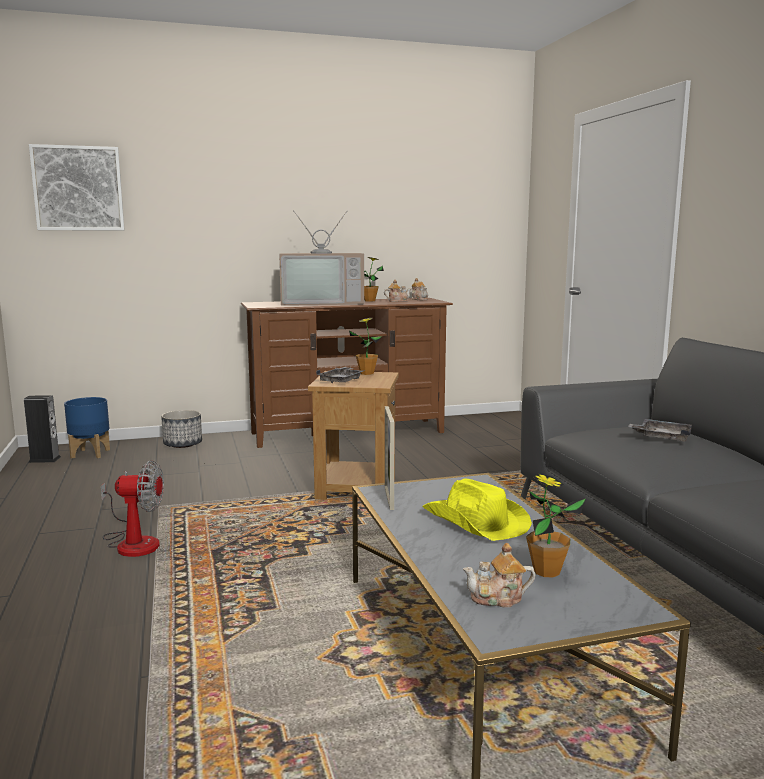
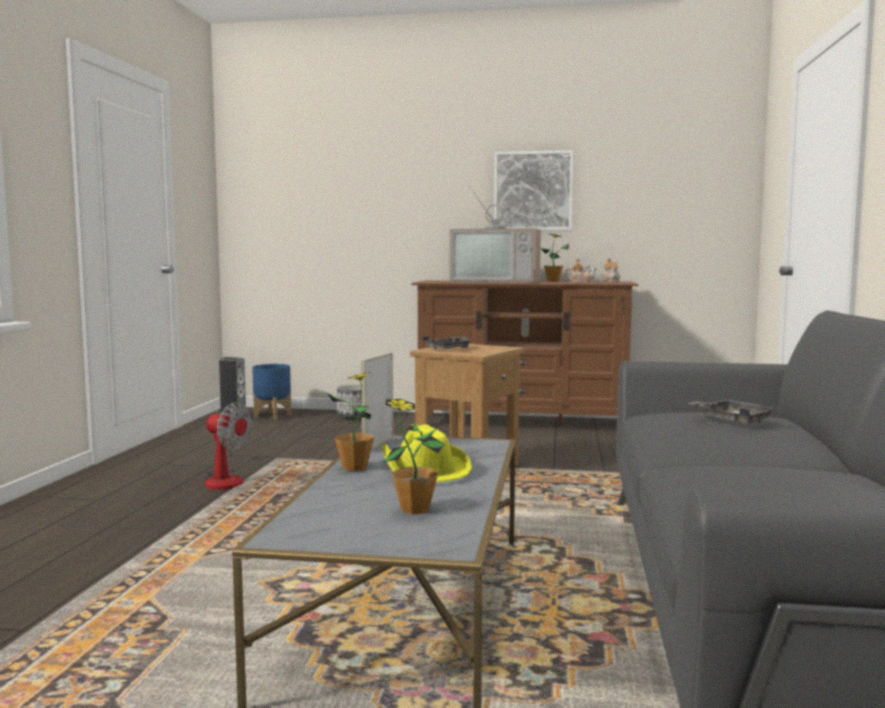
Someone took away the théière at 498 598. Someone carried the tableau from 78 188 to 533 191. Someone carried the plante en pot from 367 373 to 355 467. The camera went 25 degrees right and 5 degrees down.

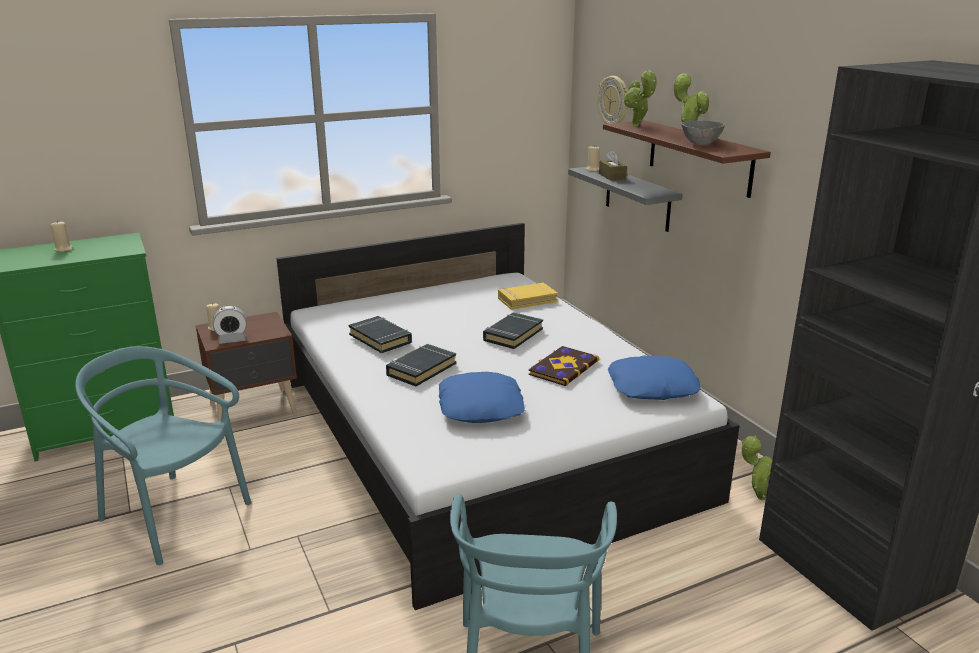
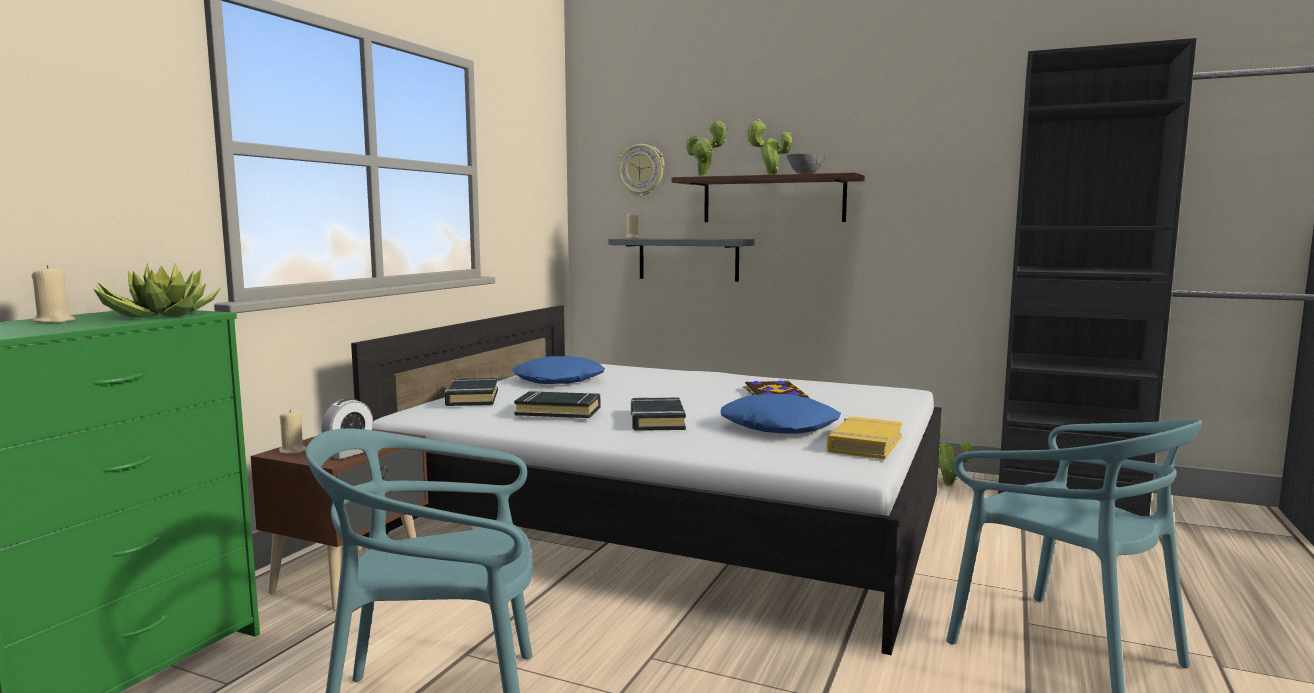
Someone took away the boîte à mouchoirs (marron) at 612 176. Someone put down the plante en pot at 156 315. Someone carried the livre (noir) from 512 334 to 472 398. Someone carried the livre (jaune) from 527 300 to 864 444. Someone carried the coussin (bleu) from 652 387 to 559 380. The camera went 40 degrees left and 15 degrees down.

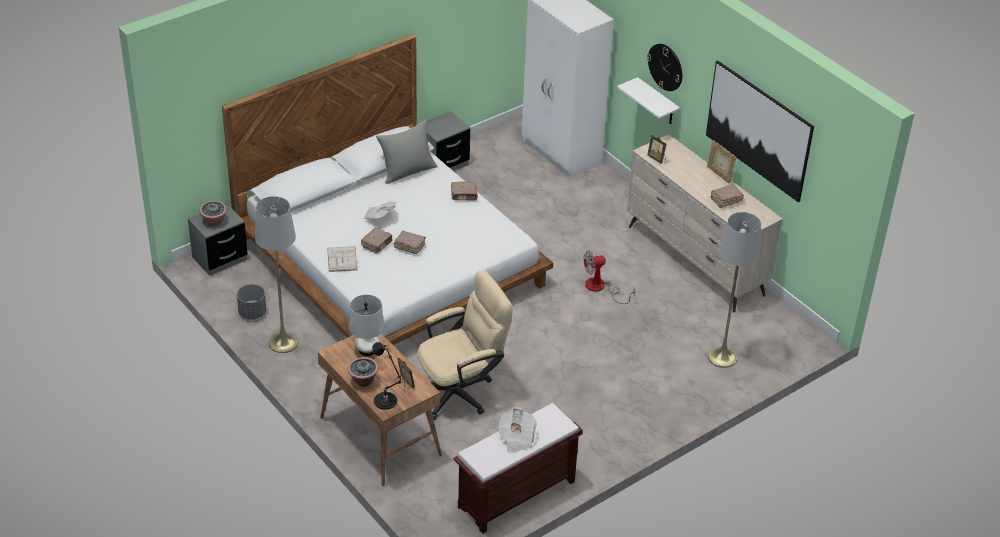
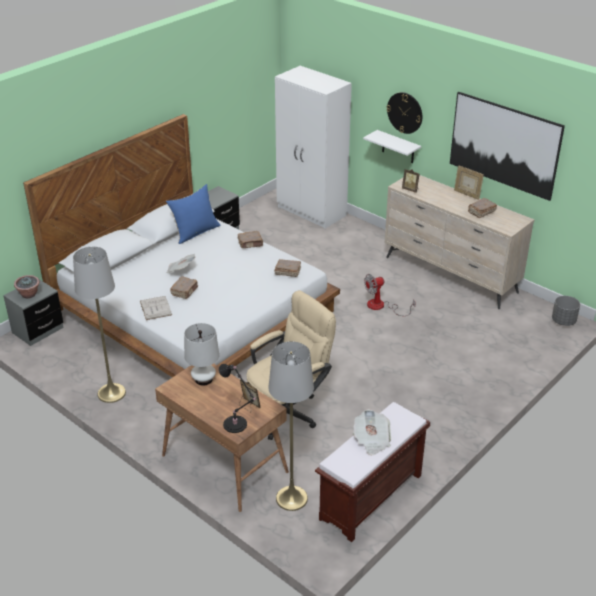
Someone took away the plante en pot at 363 381. Someone carried the cache-pot (gris) from 252 313 to 563 321. Someone carried the livre (marron) from 409 246 to 287 272. Someone carried the lampadaire (gris) from 722 357 to 291 498. Someone repainted the coussin (gris) at 407 171, which became the coussin (bleu) at 195 232. The camera went 10 degrees left and 5 degrees down.

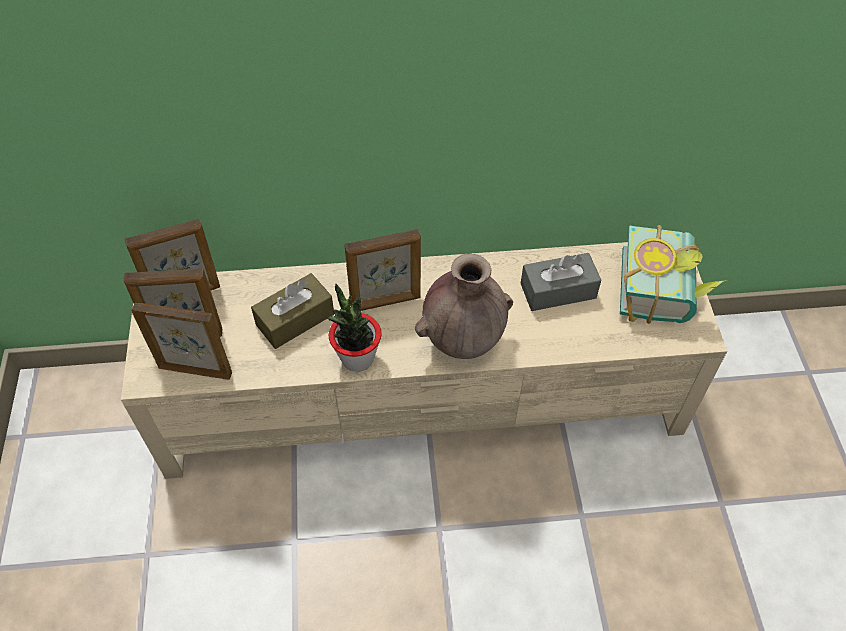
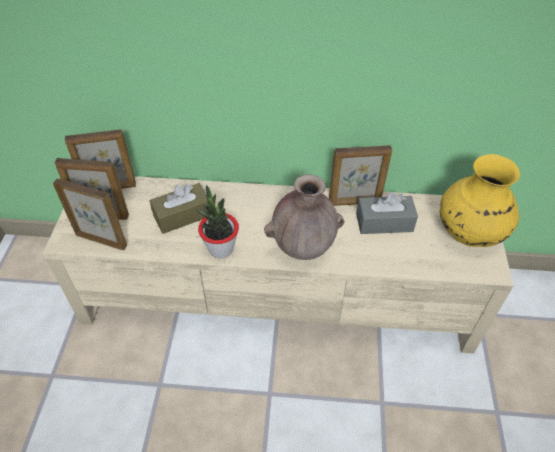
Someone carried the cadre photo from 386 302 to 354 202. Someone swapped the livre at 664 290 for the vase (jaune) at 468 233. The camera went 10 degrees right and 5 degrees down.

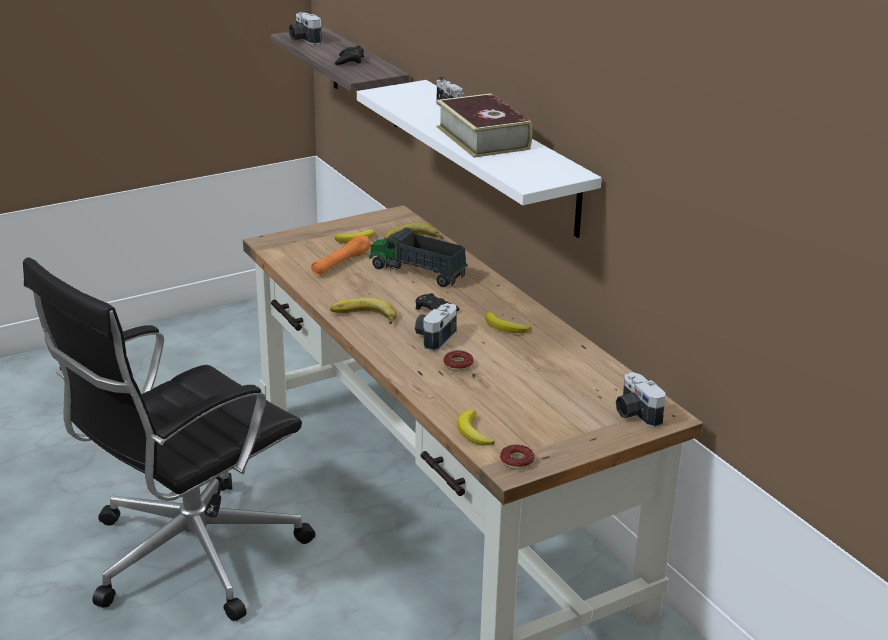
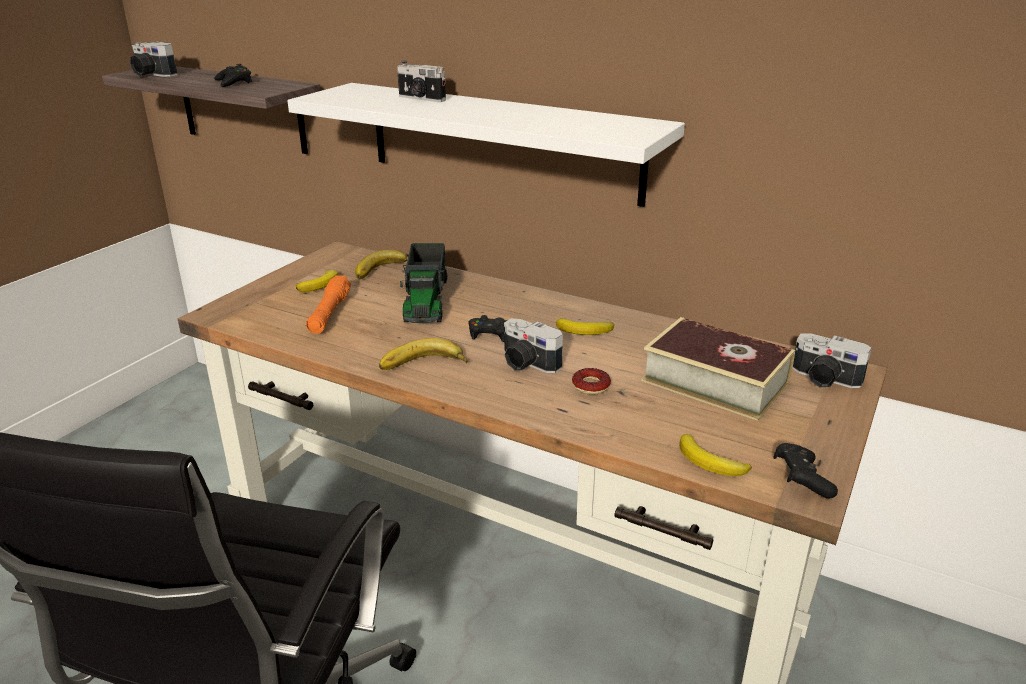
Someone carried the livre from 483 138 to 715 382. Someone swapped the beignet at 517 461 for the manette (noir) at 801 480. Someone rotated the camion jouet at 417 272 by 90 degrees counterclockwise. Someone rotated the appareil photo at 433 337 by 45 degrees counterclockwise. The camera went 30 degrees left and 0 degrees up.

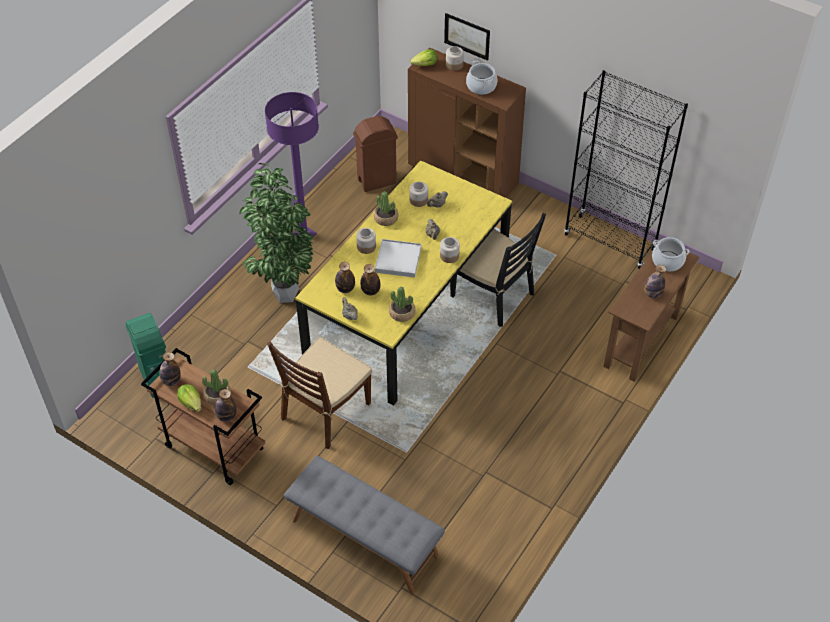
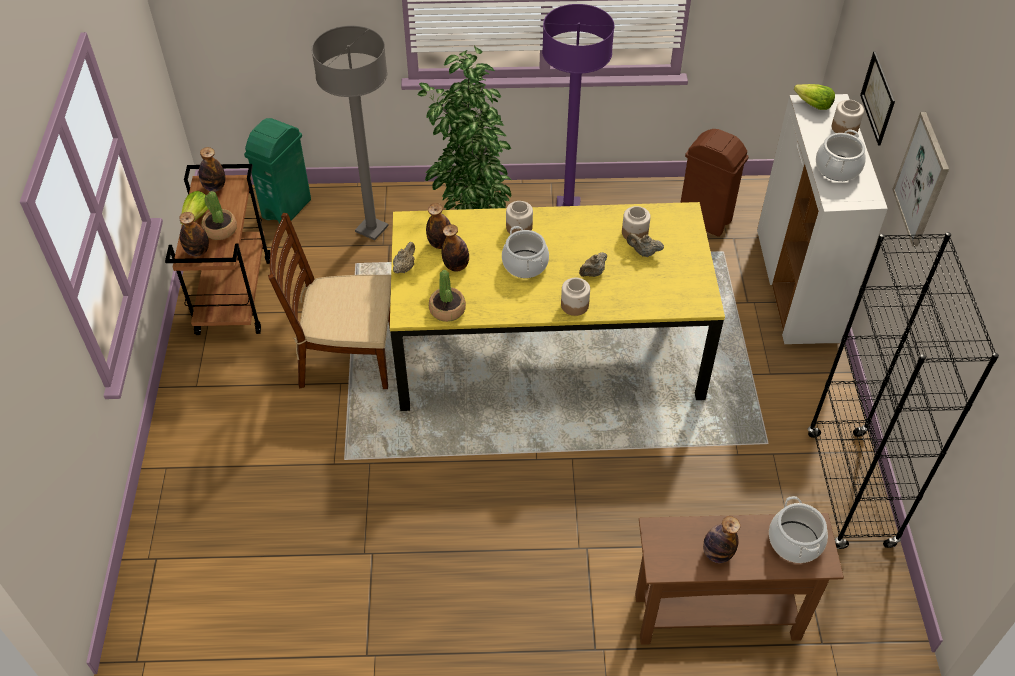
Someone took away the banc (gris) at 364 539. Someone took away the plante en pot at 386 218. Someone took away the chaise (noir) at 493 295. Someone put down the lampadaire (gris) at 371 229. Someone put up the tableau at 922 179. Someone swapped the plateau (blanc) at 398 260 for the marmite at 525 264. Someone repainted the meuble de rangement (marron) at 463 175, which became the meuble de rangement (blanc) at 797 287. The camera went 55 degrees right and 0 degrees up.

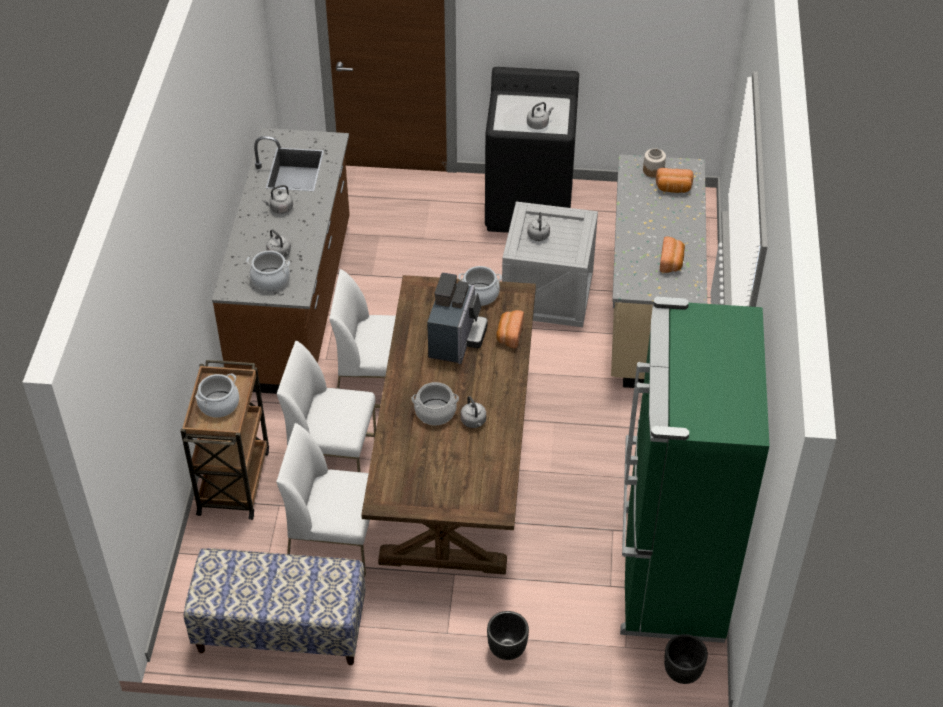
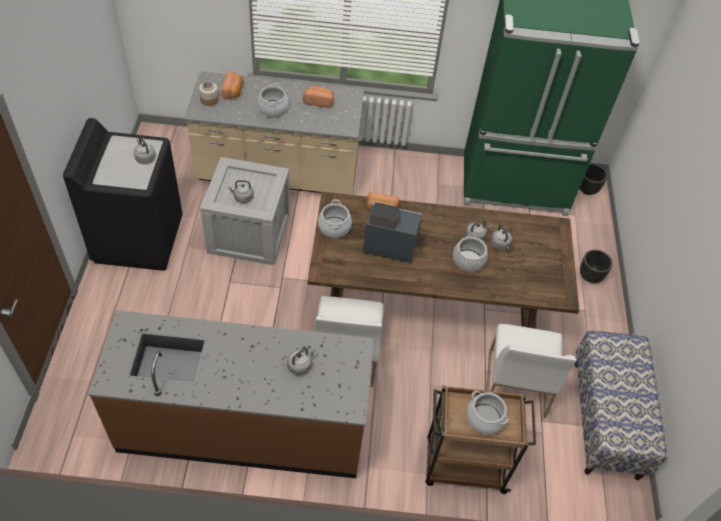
Someone took away the chaise (blanc) at 333 456. Someone carried the marmite from 270 279 to 273 109. Someone carried the bouilloire (gris) from 280 208 to 500 245. The camera went 95 degrees left and 5 degrees up.

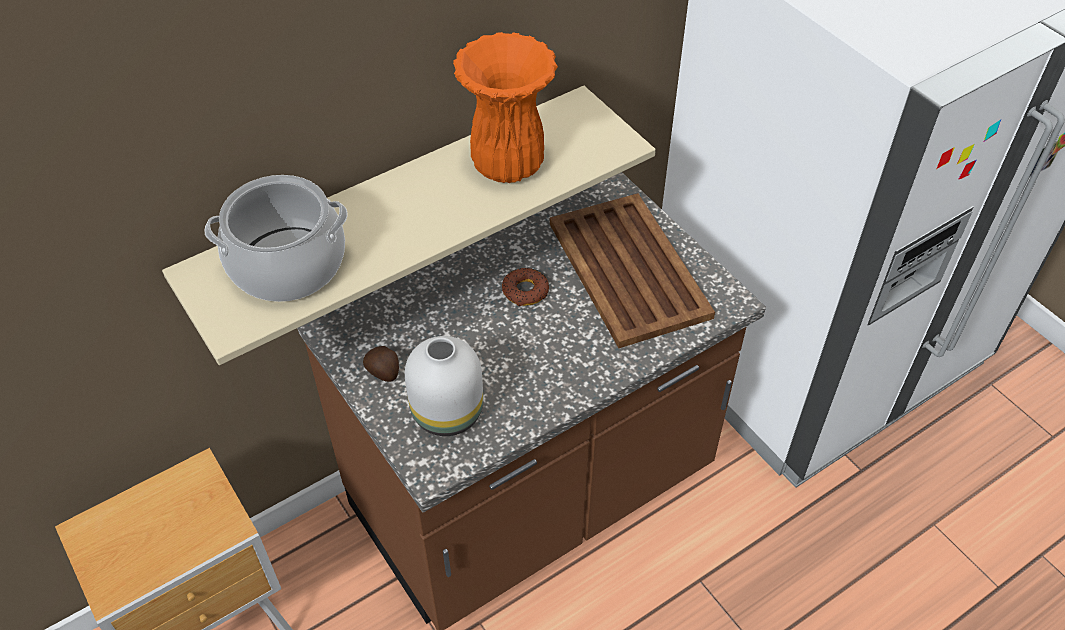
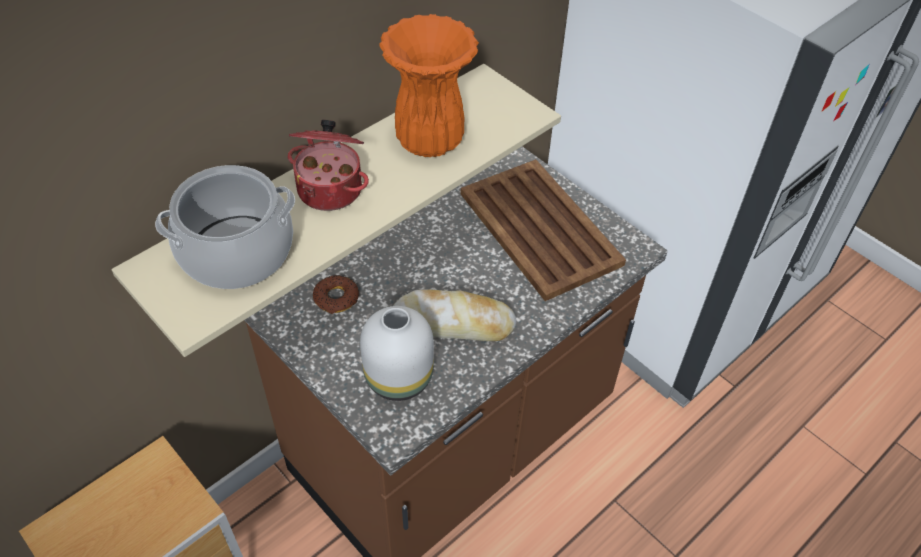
Someone took away the pomme de terre at 384 372. Someone put down the marmite at 331 188. Someone put down the pain at 453 323. Someone carried the beignet from 525 291 to 336 298. The camera went 10 degrees left and 0 degrees up.

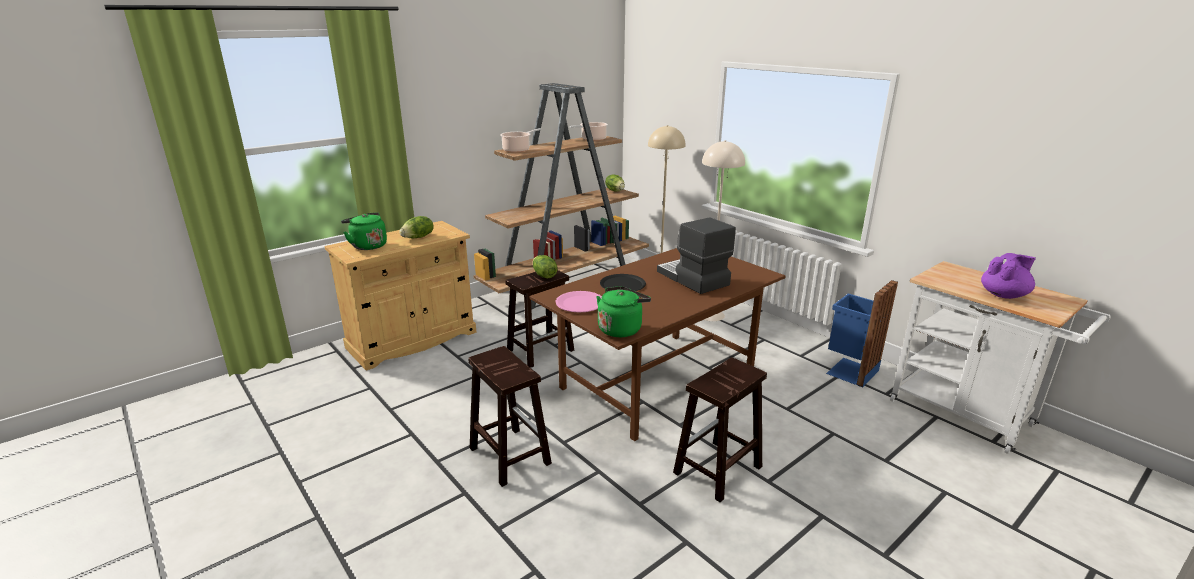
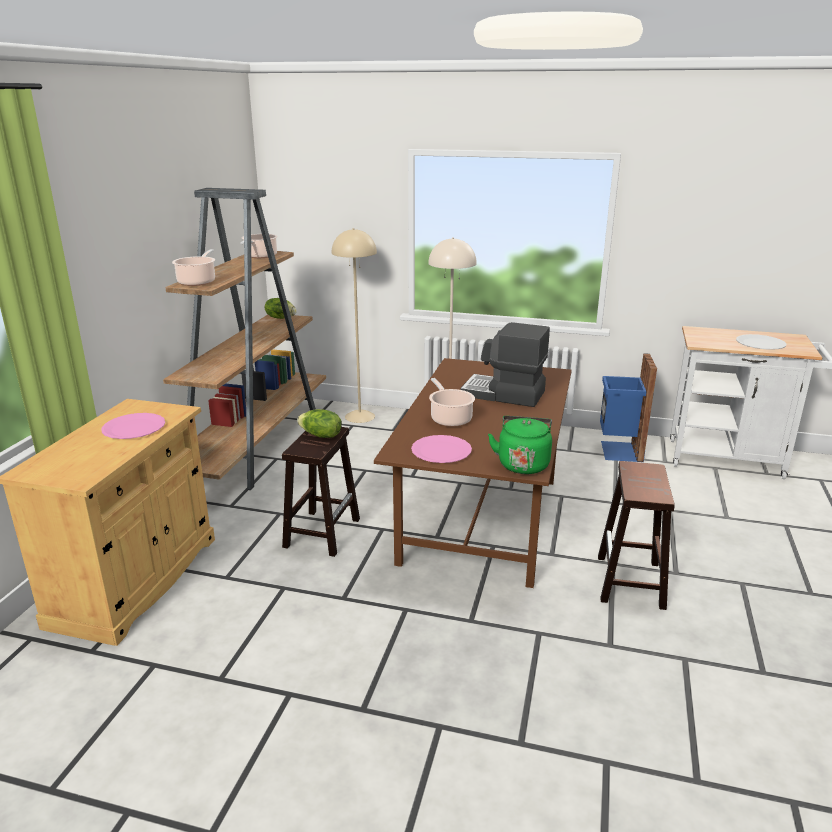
Someone took away the bouilloire (vert) at 367 246. Someone took away the tabouret (marron) at 508 455. Someone swapped the laitue at 418 237 for the assiette (rose) at 134 428. Someone swapped the assiette (noir) at 622 284 for the marmite at 450 418. Someone swapped the théière (violet) at 1004 295 for the assiette (blanc) at 760 344. The camera went 35 degrees left and 0 degrees up.

